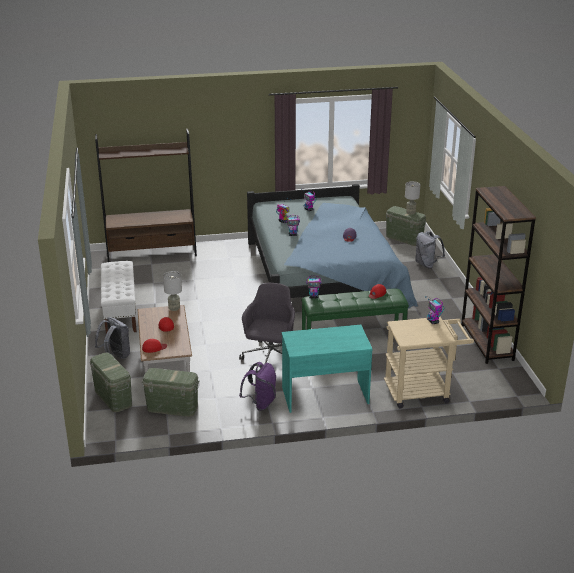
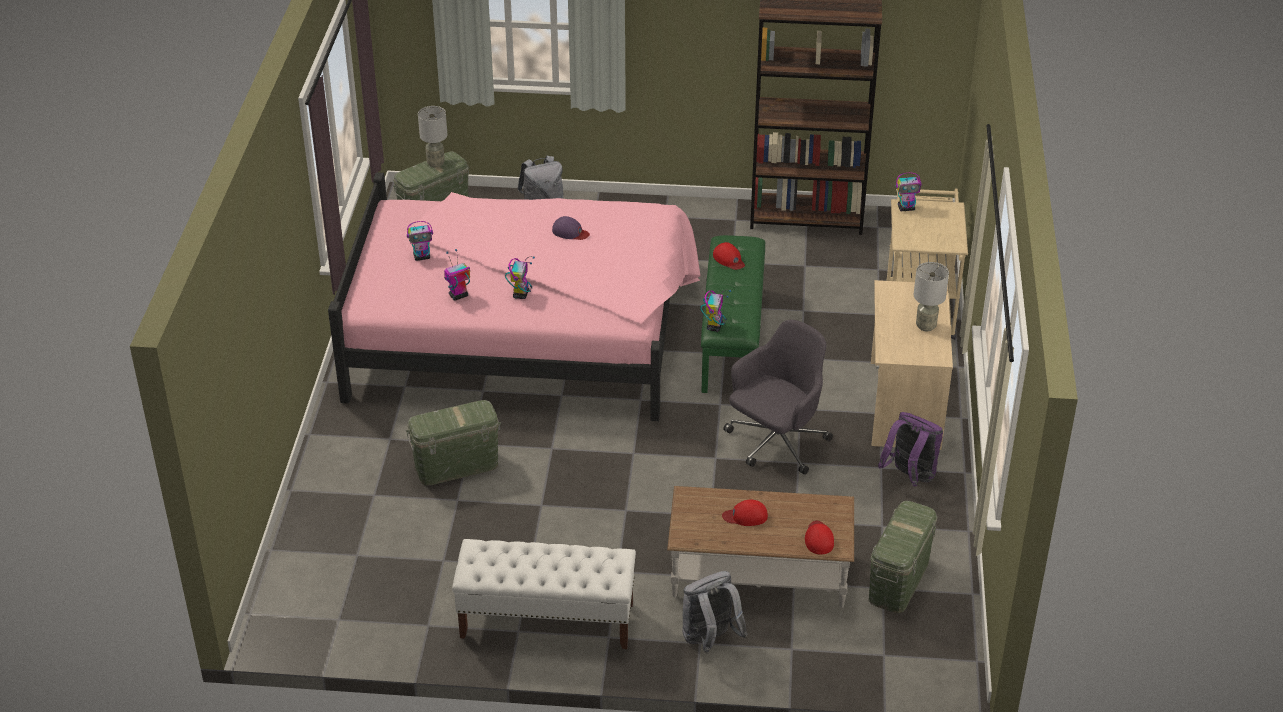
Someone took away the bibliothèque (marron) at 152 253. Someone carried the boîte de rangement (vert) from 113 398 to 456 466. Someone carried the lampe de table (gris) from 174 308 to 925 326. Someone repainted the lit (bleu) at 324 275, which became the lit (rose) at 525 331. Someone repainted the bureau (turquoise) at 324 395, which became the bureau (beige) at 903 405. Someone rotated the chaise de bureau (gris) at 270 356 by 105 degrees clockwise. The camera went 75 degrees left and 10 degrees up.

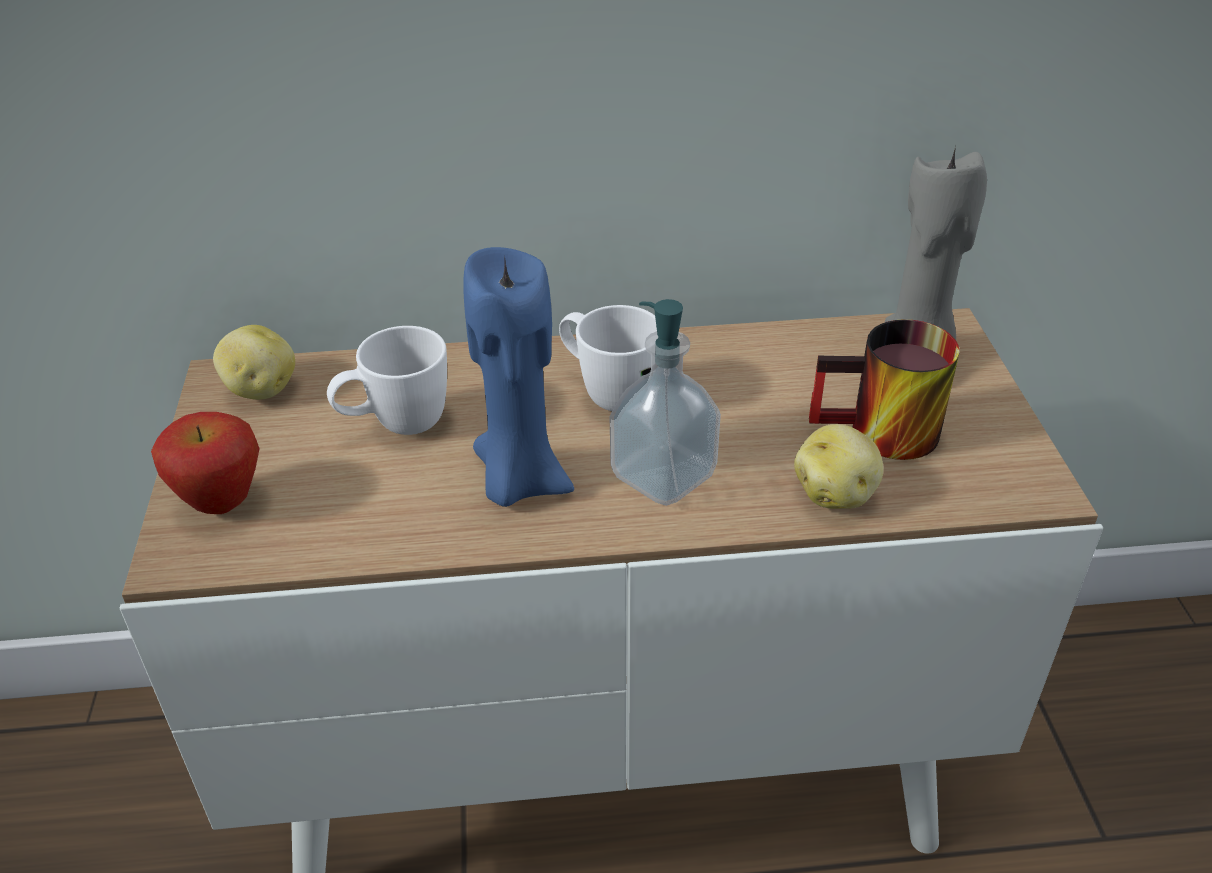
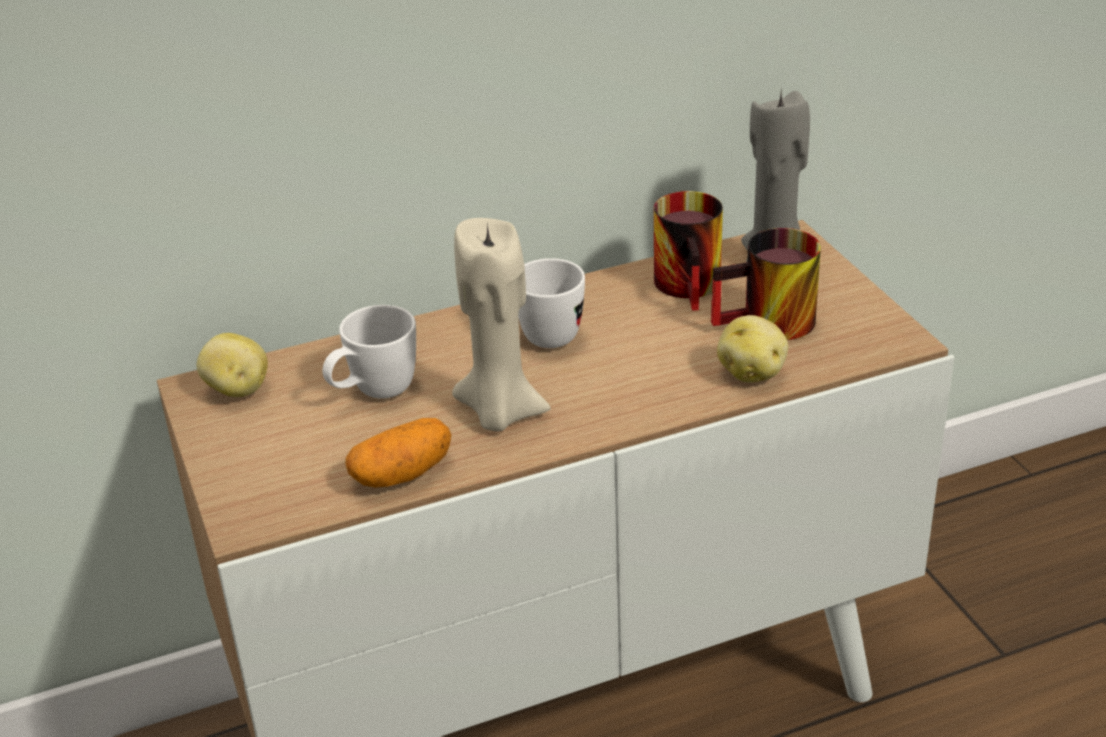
Someone took away the pomme at 222 503. Someone took away the distributeur de savon at 663 476. Someone put down the pomme de terre at 402 474. Someone put down the mug at 695 287. Someone repainted the bougie (bleu) at 519 481, which became the bougie (beige) at 500 413. The camera went 15 degrees left and 5 degrees down.

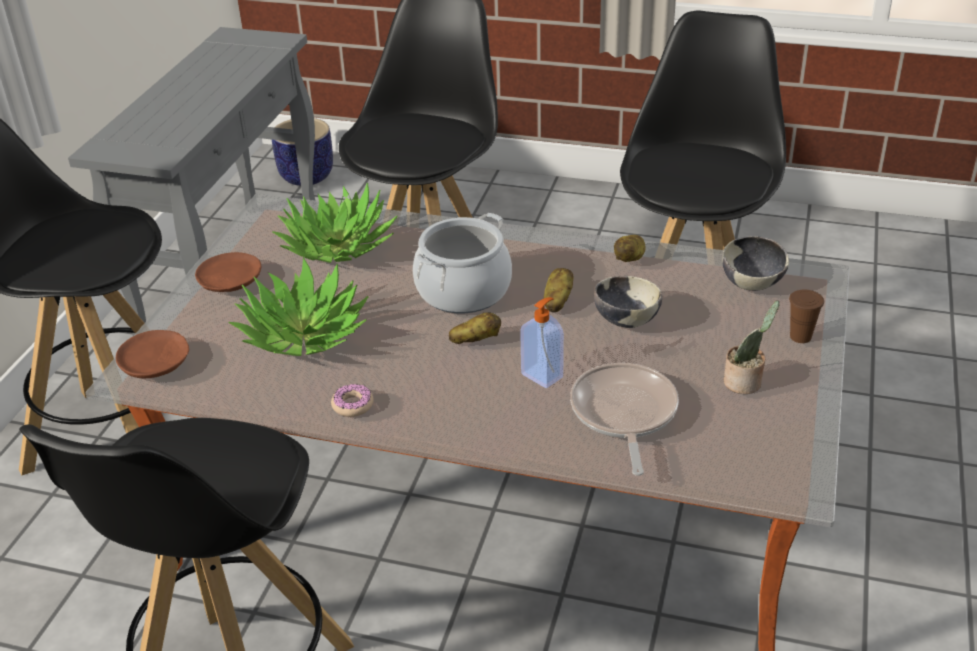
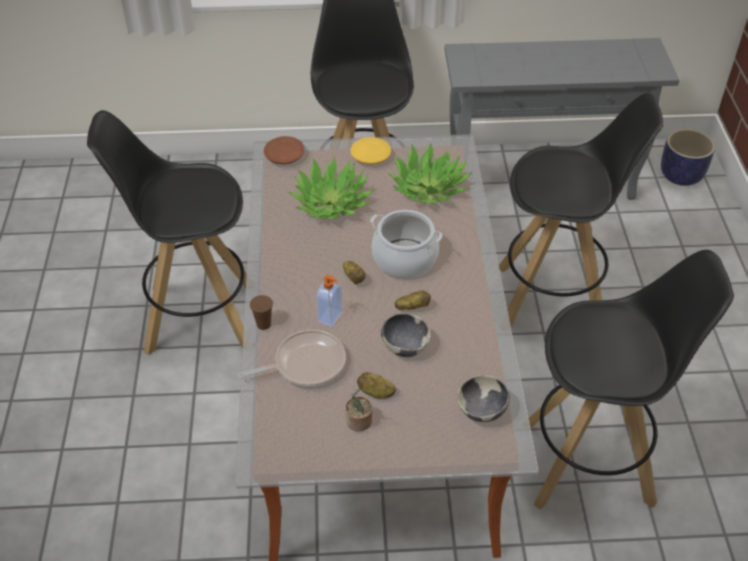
Someone took away the beignet at 353 405. Someone carried the pomme de terre from 630 258 to 376 392. Someone carried the tasse (marron) from 800 336 to 263 324. Someone repainted the assiette (marron) at 229 281, which became the assiette (jaune) at 370 156. The camera went 70 degrees right and 10 degrees up.

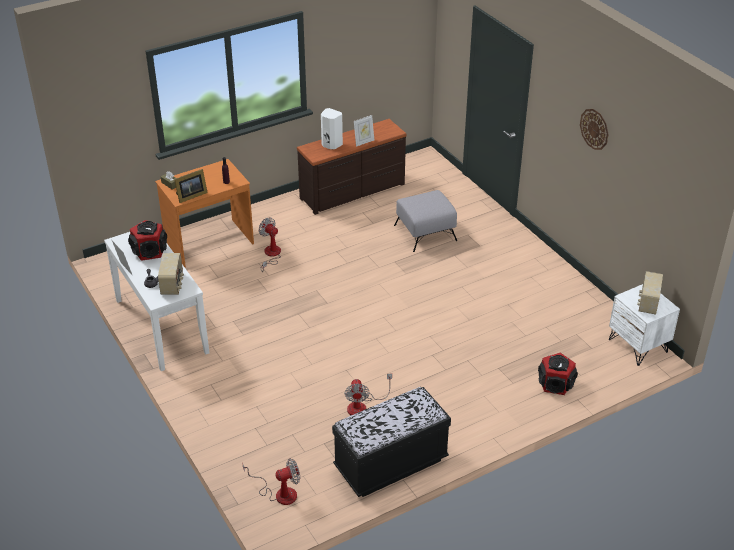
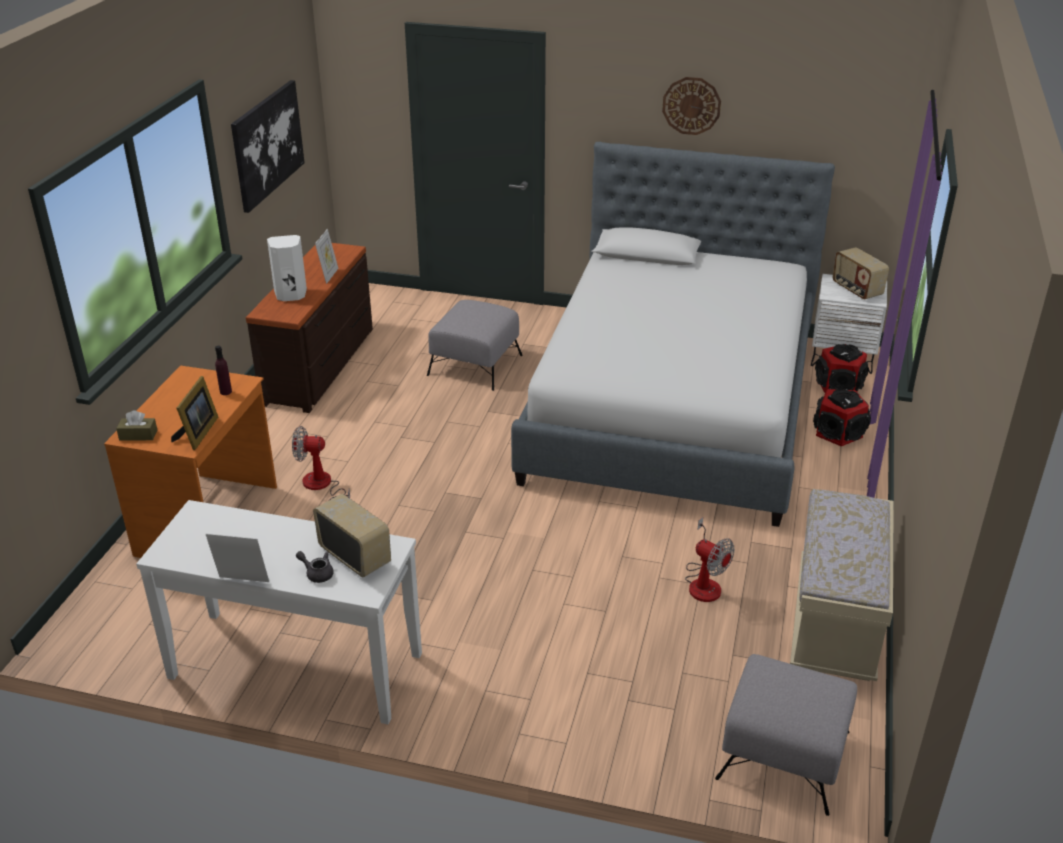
Someone put up the tableau at 267 144. Someone put down the lit at 673 406. Someone carried the enceinte from 149 251 to 838 387. Someone swapped the ventilateur at 279 493 for the pouf (gris) at 782 754. Someone repainted the banc (noir) at 391 464, which became the banc (beige) at 835 622. The camera went 45 degrees left and 5 degrees down.

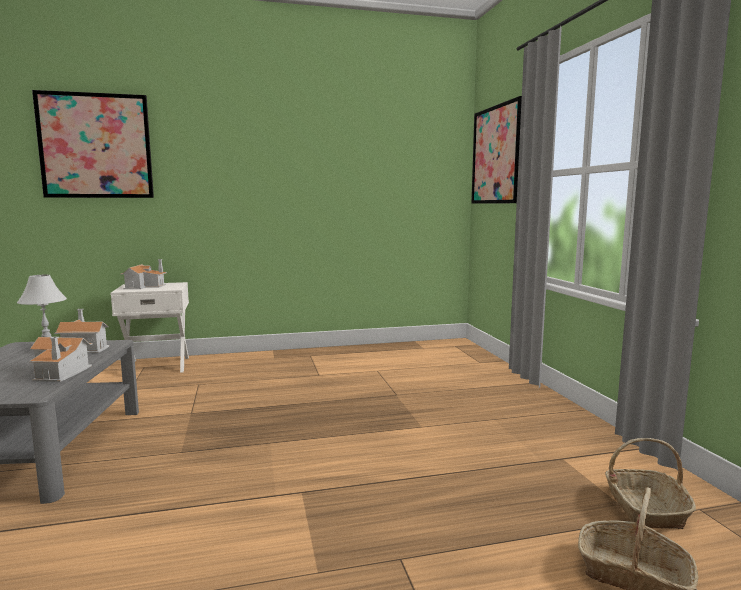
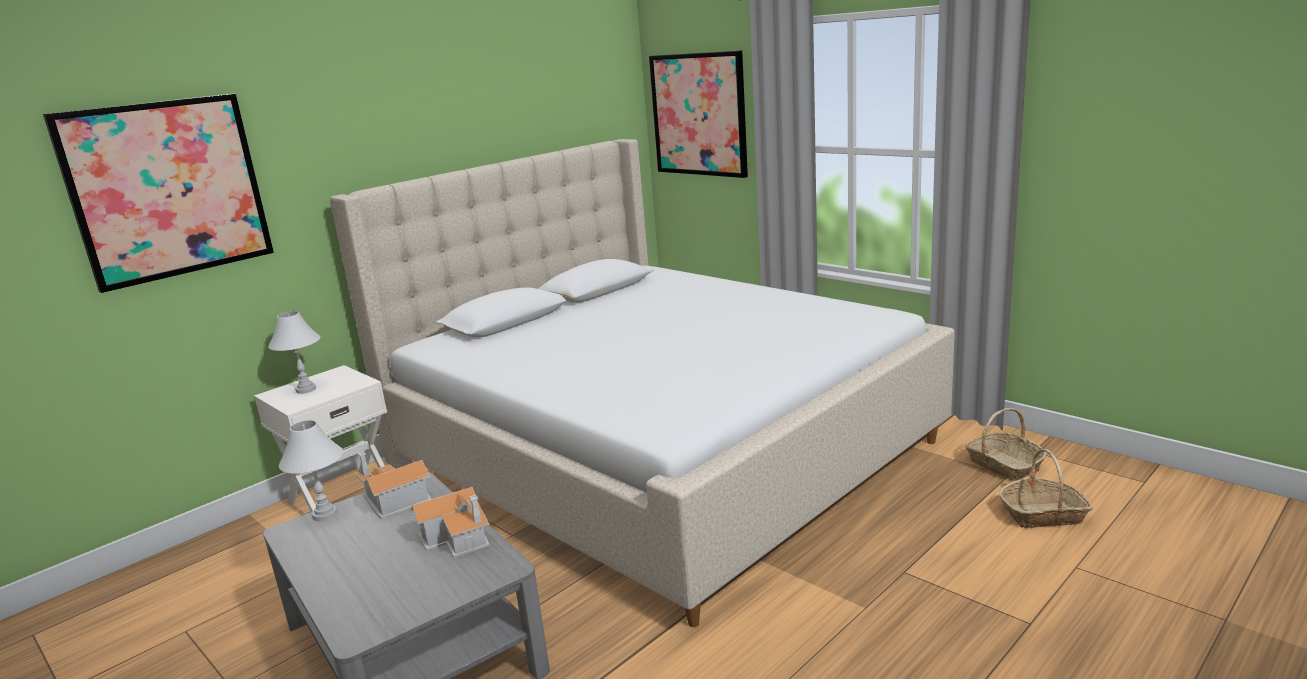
Someone put down the lit (beige) at 657 451. Someone swapped the maison miniature at 145 286 for the lampe de table (blanc) at 305 390. The camera went 30 degrees left and 10 degrees up.

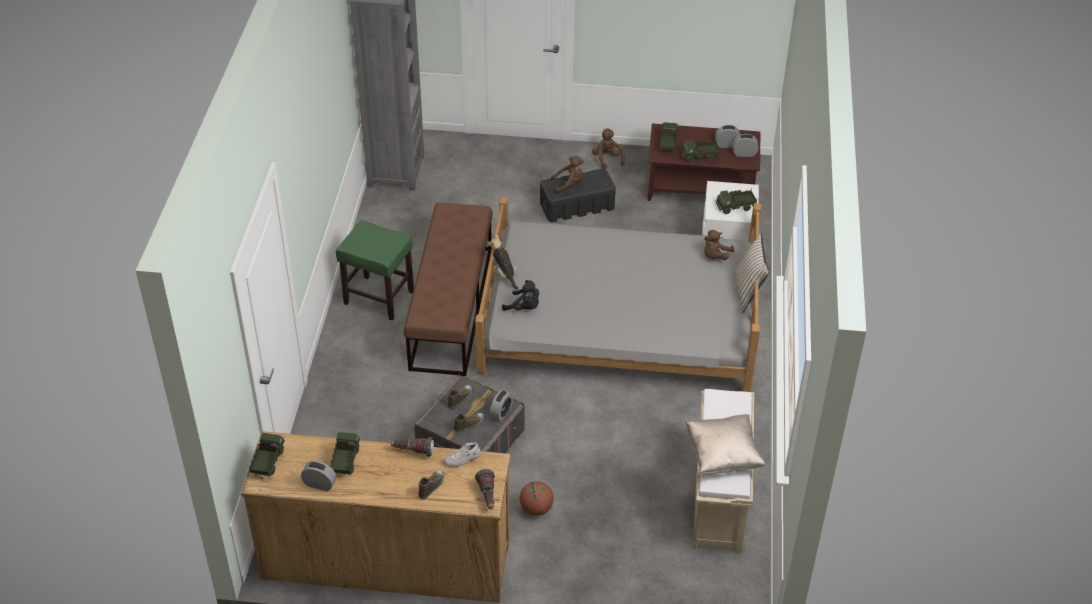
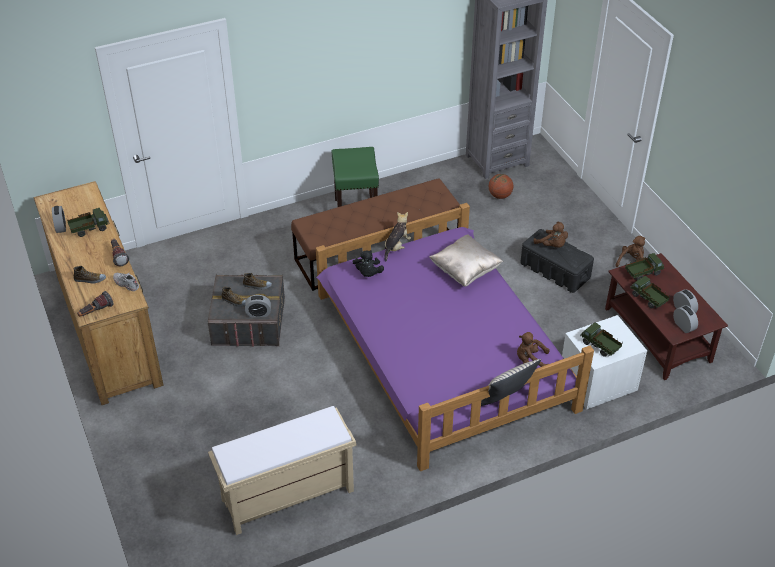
Someone took away the camion jouet at 268 462. Someone carried the ballon de basket from 536 509 to 500 196. Someone carried the coussin (beige) from 723 456 to 465 271. Someone repainted the lit (gris) at 618 320, which became the lit (violet) at 442 350. The camera went 60 degrees right and 0 degrees up.

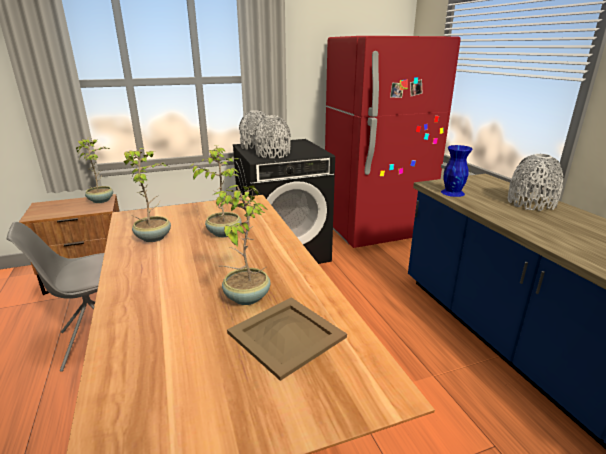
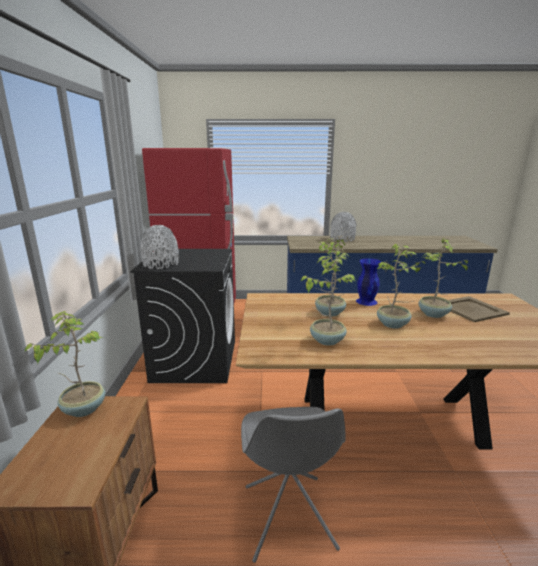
Someone took away the vase (gris) at 273 154. Someone put down the plante en pot at 393 324. Someone carried the vase (bleu) from 452 192 to 366 301. The camera went 70 degrees left and 5 degrees down.

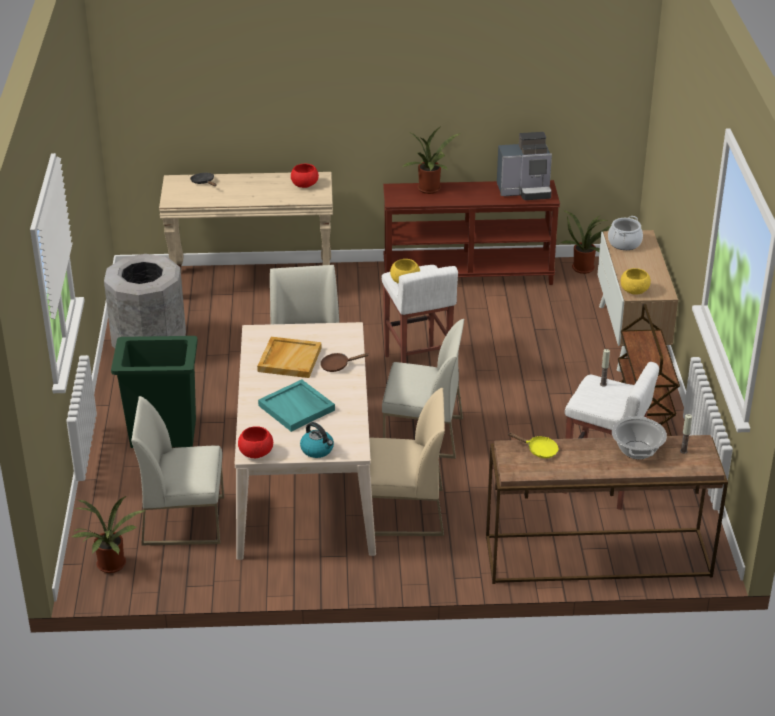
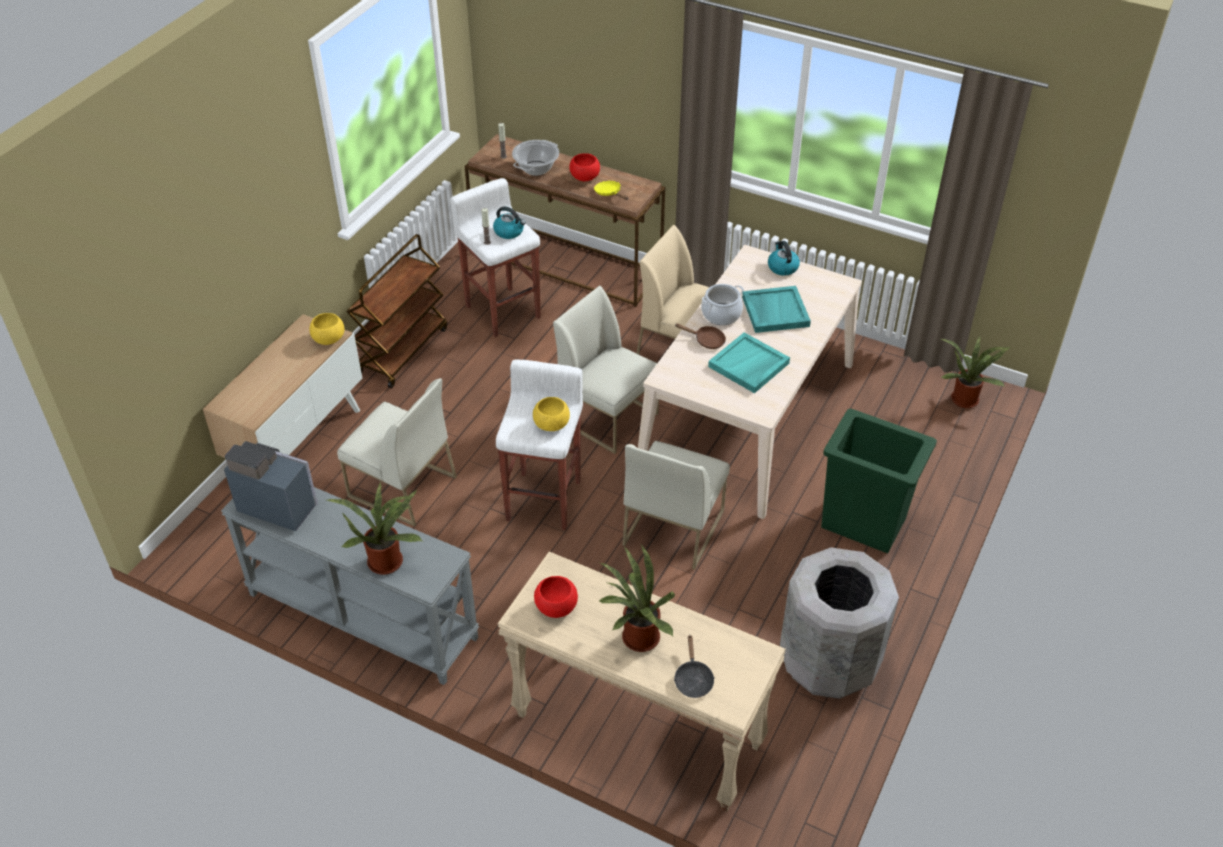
Someone put down the bouilloire at 509 232. Someone carried the chaise (blanc) from 184 520 to 401 487. Someone carried the bol (rouge) from 256 453 to 584 177. Someone carried the plante en pot from 585 267 to 636 639. Someone carried the marmite from 624 243 to 721 314. Someone repainted the plateau (beige) at 289 359, which became the plateau (turquoise) at 748 365. Someone repainted the table console (marron) at 468 274, which became the table console (gris) at 361 617. The camera went 150 degrees left and 10 degrees up.

